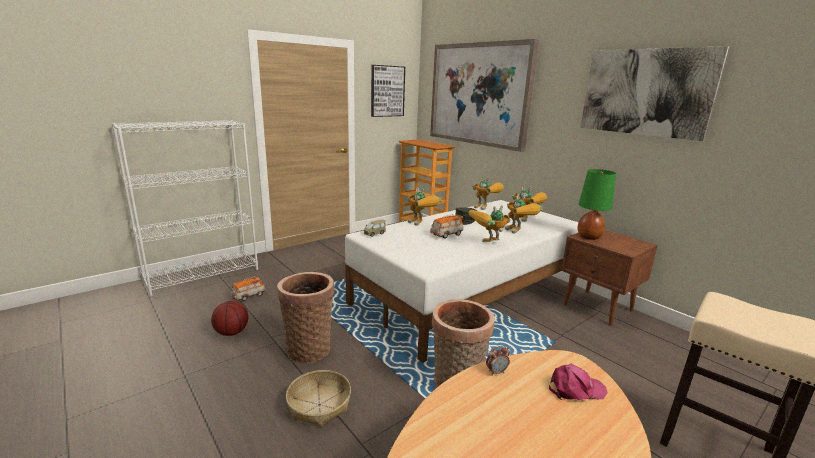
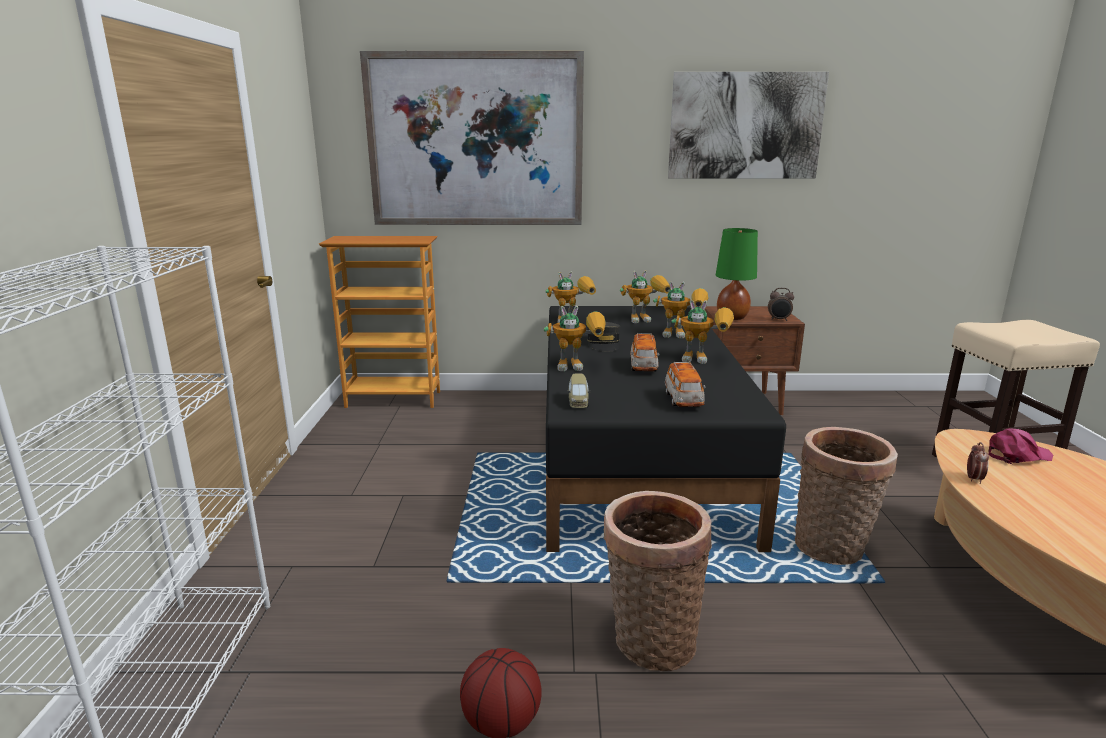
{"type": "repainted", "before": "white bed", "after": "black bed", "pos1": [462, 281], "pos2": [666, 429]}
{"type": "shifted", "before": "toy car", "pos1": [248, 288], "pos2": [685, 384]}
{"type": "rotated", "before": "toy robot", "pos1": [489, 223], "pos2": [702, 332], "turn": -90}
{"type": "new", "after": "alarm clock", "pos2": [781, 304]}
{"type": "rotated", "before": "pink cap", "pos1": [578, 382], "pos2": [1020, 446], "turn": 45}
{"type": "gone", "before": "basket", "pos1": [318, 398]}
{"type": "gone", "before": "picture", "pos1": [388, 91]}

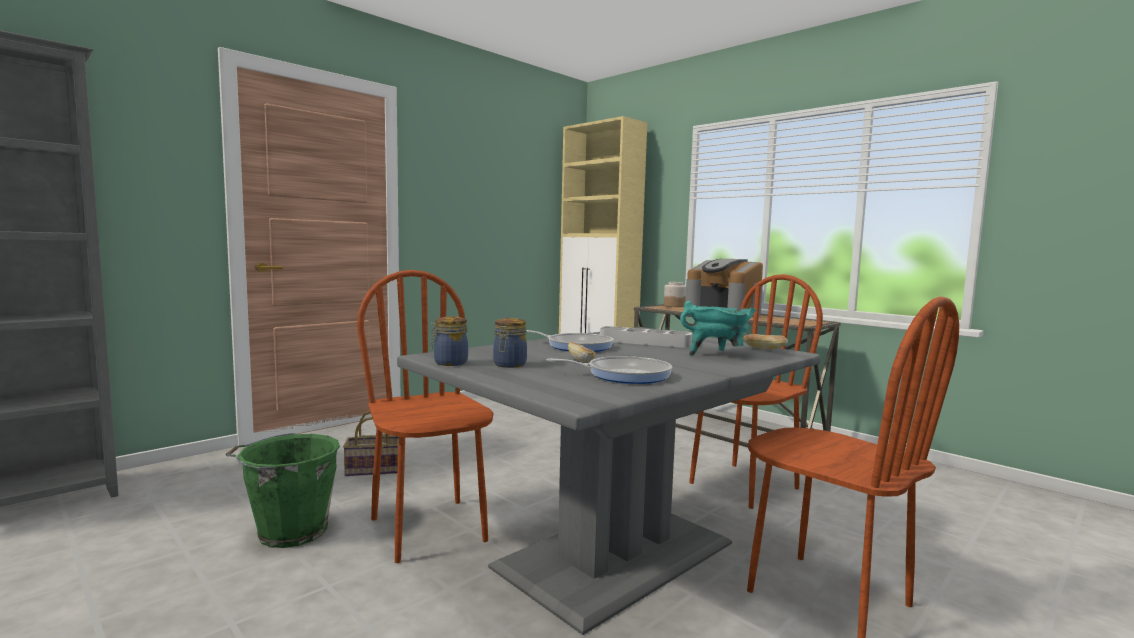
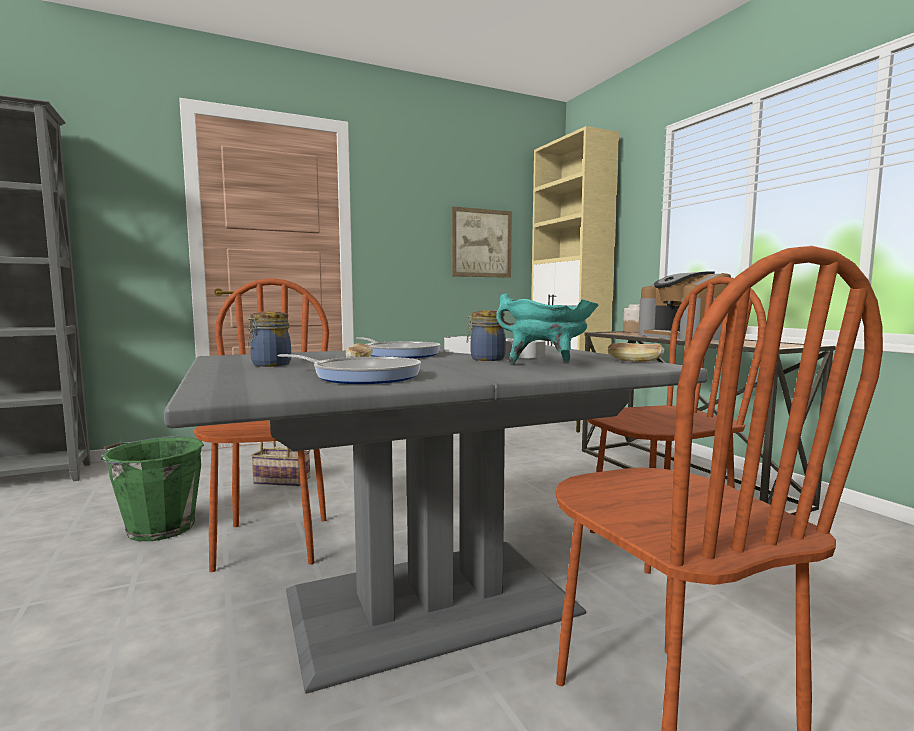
{"type": "new", "after": "picture", "pos2": [481, 242]}
{"type": "shifted", "before": "jar", "pos1": [449, 341], "pos2": [486, 335]}

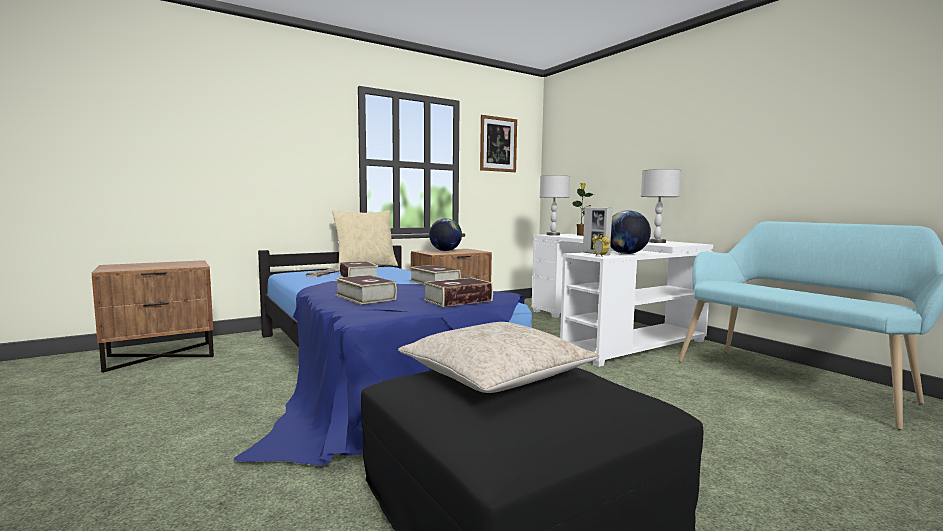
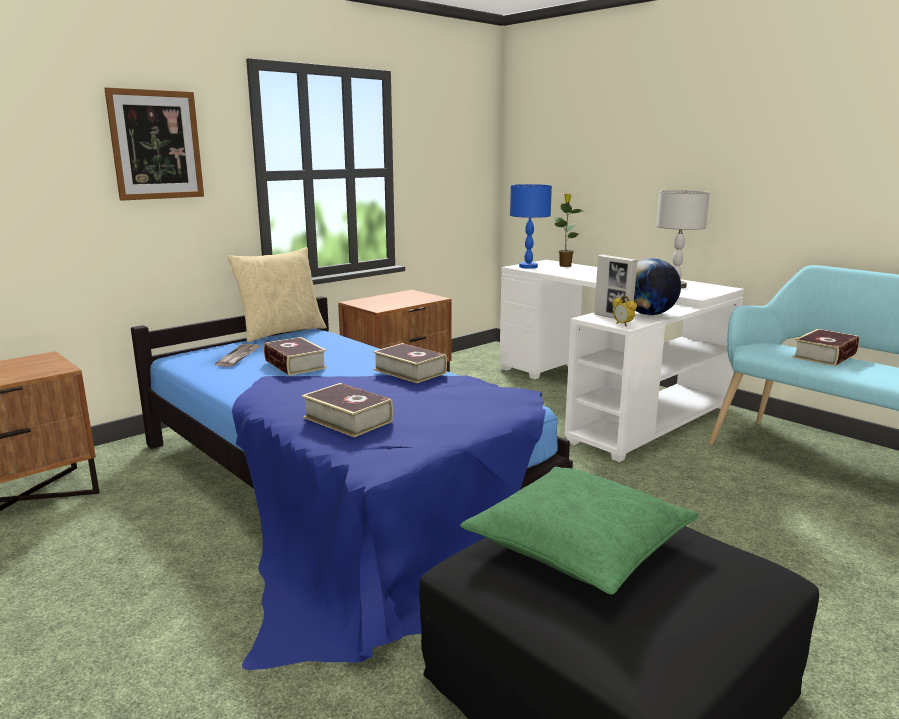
{"type": "shifted", "before": "picture", "pos1": [498, 143], "pos2": [154, 144]}
{"type": "repainted", "before": "beige pillow", "after": "green pillow", "pos1": [499, 357], "pos2": [579, 530]}
{"type": "repainted", "before": "grey table lamp", "after": "blue table lamp", "pos1": [555, 205], "pos2": [531, 226]}
{"type": "shifted", "before": "book", "pos1": [458, 292], "pos2": [825, 347]}
{"type": "gone", "before": "globe", "pos1": [445, 234]}

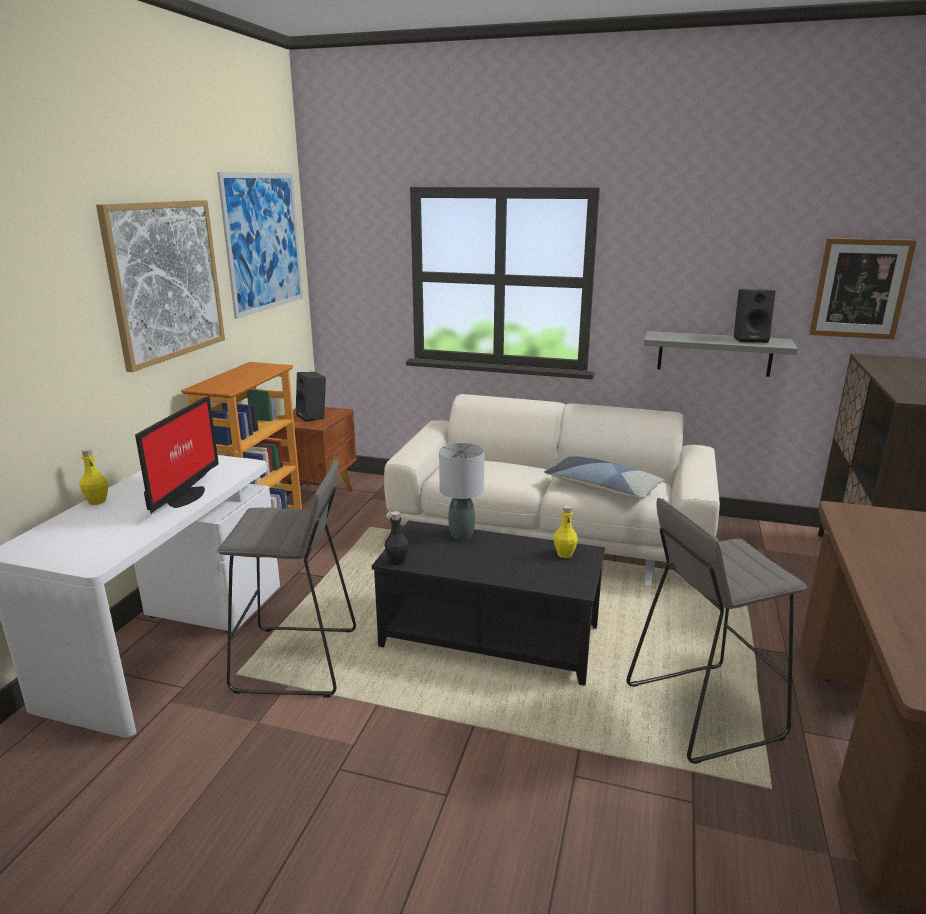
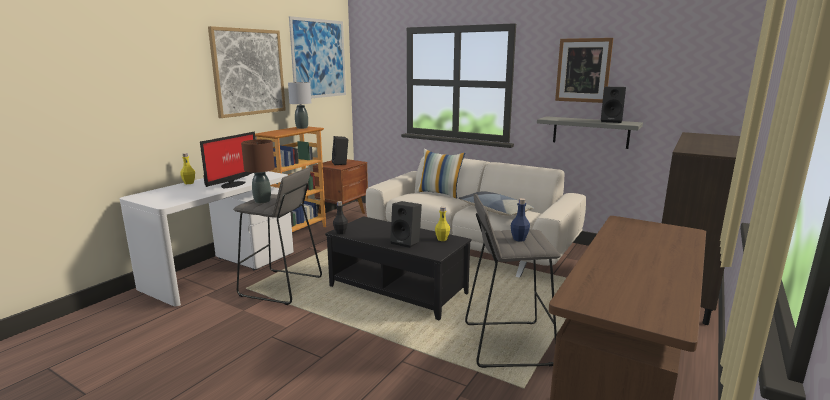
{"type": "new", "after": "brown table lamp", "pos2": [258, 171]}
{"type": "shifted", "before": "grey table lamp", "pos1": [461, 491], "pos2": [299, 105]}
{"type": "new", "after": "black speaker", "pos2": [406, 224]}
{"type": "new", "after": "pillow", "pos2": [440, 173]}
{"type": "new", "after": "blue bottle", "pos2": [520, 220]}
{"type": "shifted", "before": "picture", "pos1": [863, 289], "pos2": [584, 70]}

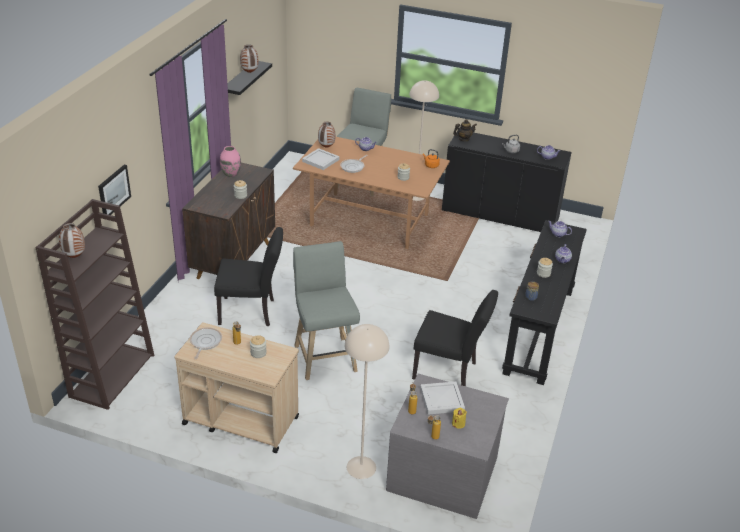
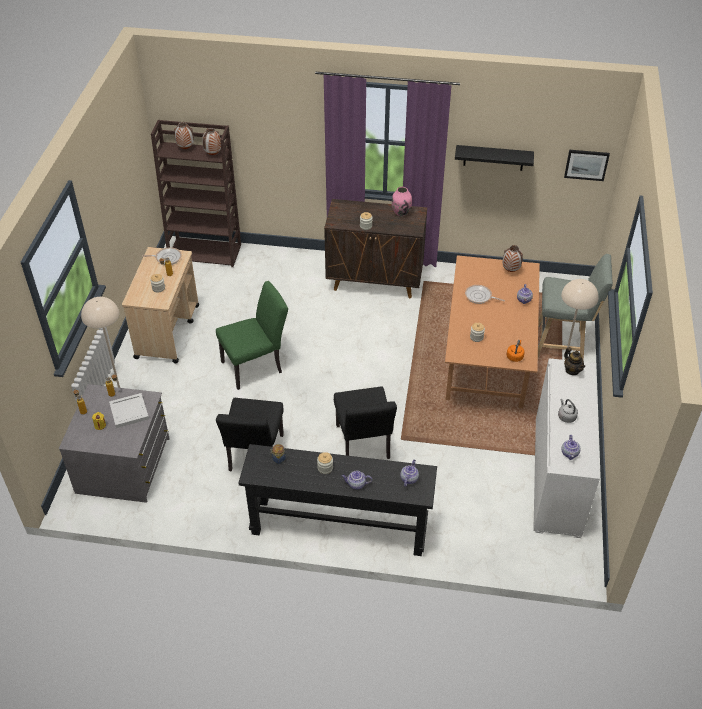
{"type": "shifted", "before": "vase", "pos1": [249, 58], "pos2": [211, 141]}
{"type": "swapped", "before": "grey stool", "after": "green chair", "pos1": [326, 310], "pos2": [252, 335]}
{"type": "shifted", "before": "black chair", "pos1": [248, 276], "pos2": [365, 422]}
{"type": "repainted", "before": "black cabinet", "after": "white cabinet", "pos1": [507, 182], "pos2": [566, 448]}
{"type": "shifted", "before": "picture", "pos1": [114, 190], "pos2": [587, 165]}
{"type": "gone", "before": "white tray", "pos1": [321, 159]}

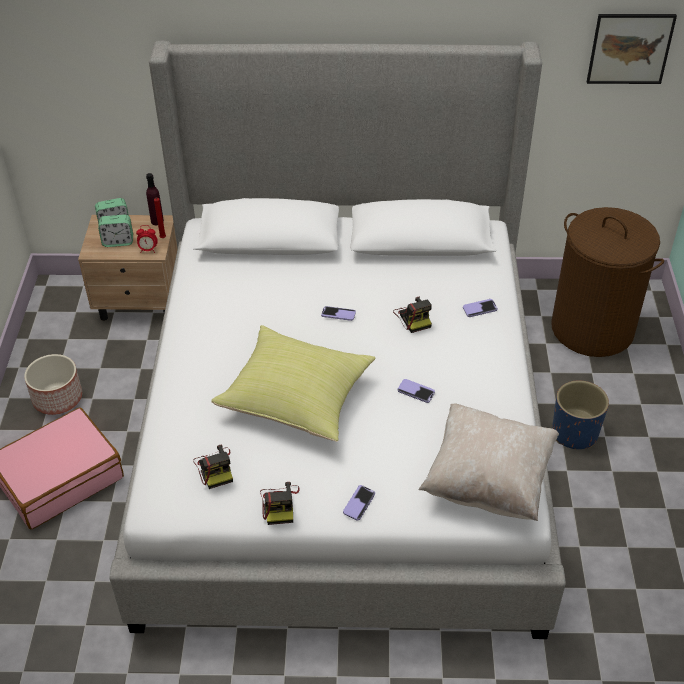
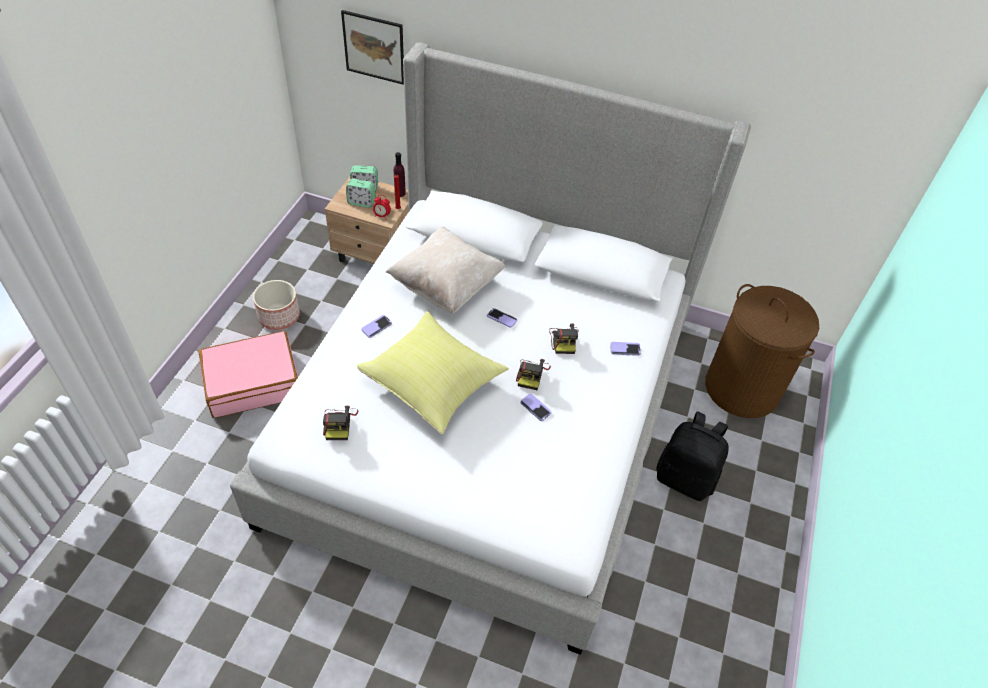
{"type": "shifted", "before": "picture", "pos1": [632, 49], "pos2": [372, 47]}
{"type": "shifted", "before": "phone", "pos1": [359, 502], "pos2": [377, 326]}
{"type": "shifted", "before": "beige pillow", "pos1": [489, 462], "pos2": [446, 270]}
{"type": "shifted", "before": "photo camera", "pos1": [280, 503], "pos2": [533, 374]}
{"type": "swapped", "before": "blue planter", "after": "black backpack", "pos1": [580, 414], "pos2": [692, 456]}

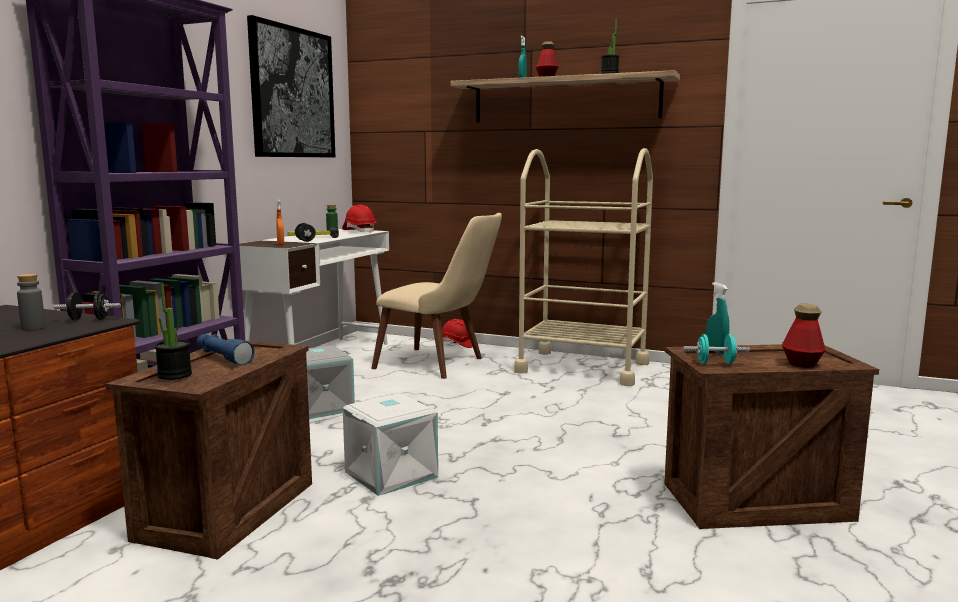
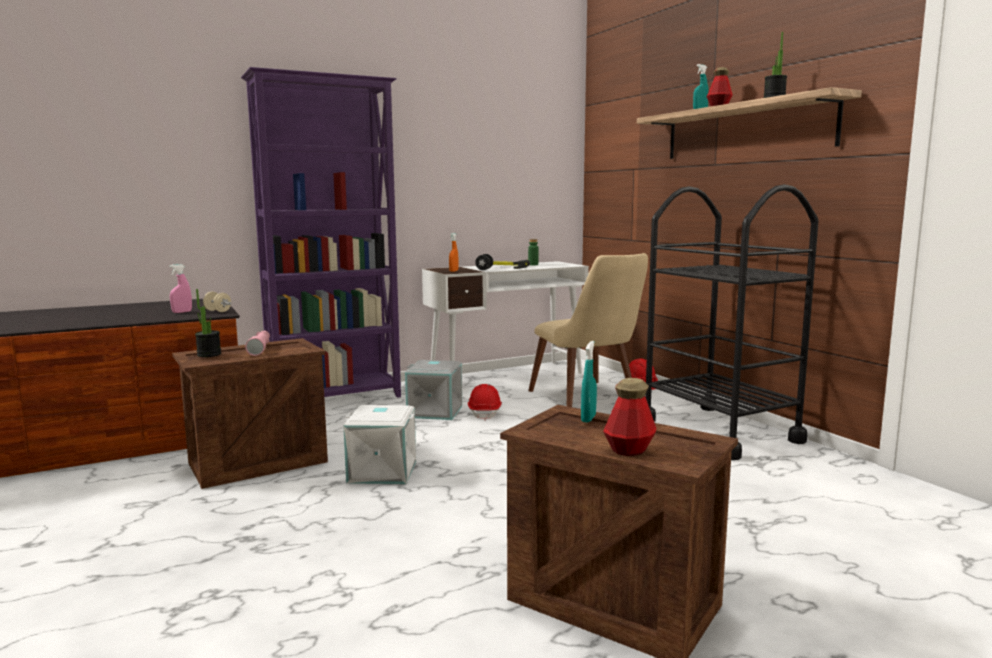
{"type": "swapped", "before": "grey bottle", "after": "pink spray bottle", "pos1": [31, 302], "pos2": [180, 288]}
{"type": "repainted", "before": "black dumbbell", "after": "beige dumbbell", "pos1": [87, 306], "pos2": [217, 302]}
{"type": "repainted", "before": "blue flashlight", "after": "pink flashlight", "pos1": [225, 349], "pos2": [257, 343]}
{"type": "shifted", "before": "red hard hat", "pos1": [359, 219], "pos2": [485, 402]}
{"type": "repainted", "before": "beige cart", "after": "black cart", "pos1": [583, 267], "pos2": [732, 322]}
{"type": "gone", "before": "picture", "pos1": [291, 86]}
{"type": "gone", "before": "turquoise dumbbell", "pos1": [716, 349]}

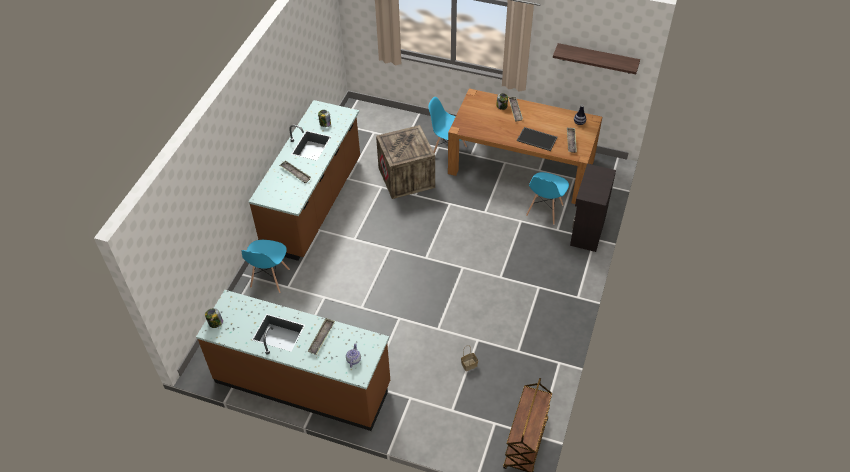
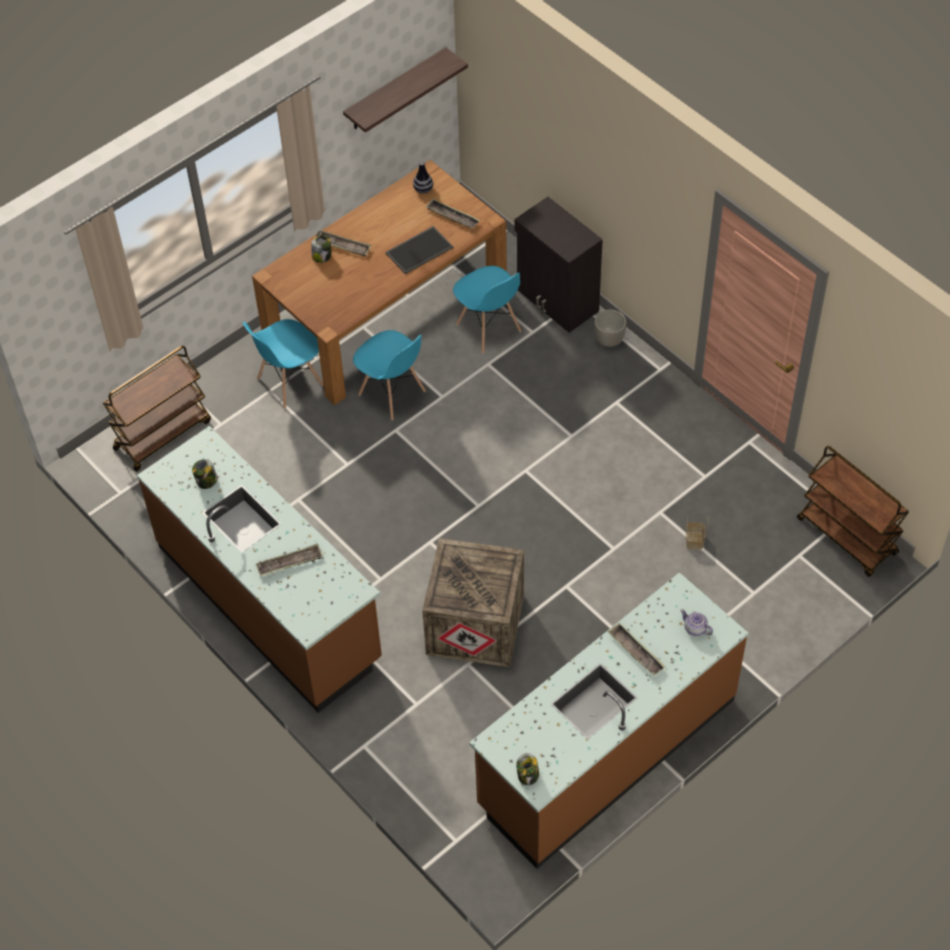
{"type": "new", "after": "brown cart", "pos2": [157, 409]}
{"type": "shifted", "before": "blue chair", "pos1": [266, 266], "pos2": [389, 375]}
{"type": "shifted", "before": "crate", "pos1": [405, 162], "pos2": [473, 602]}
{"type": "new", "after": "planter", "pos2": [610, 328]}

